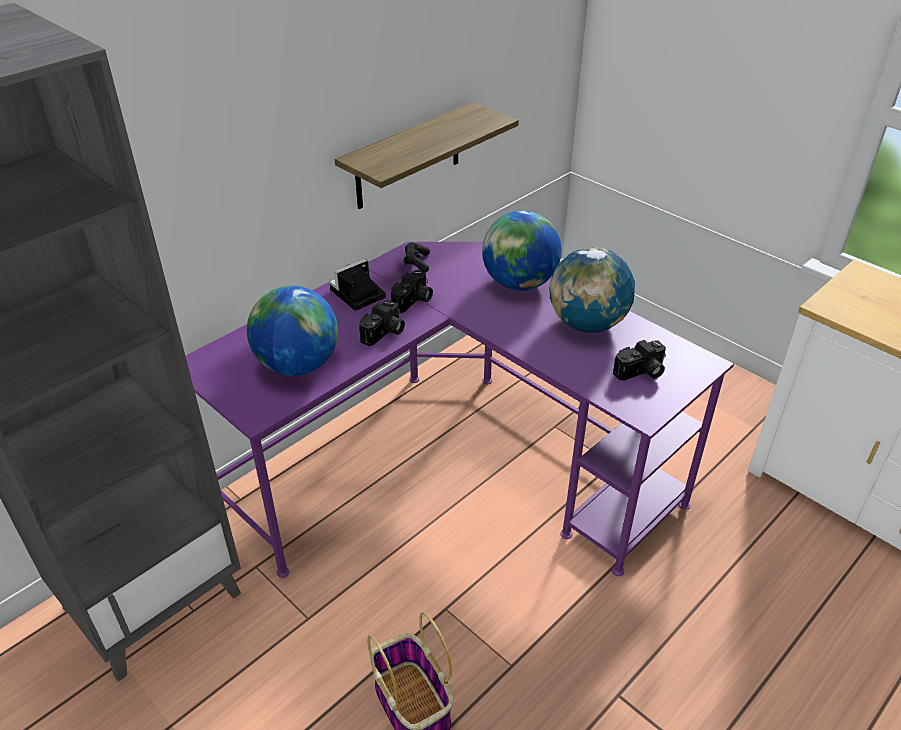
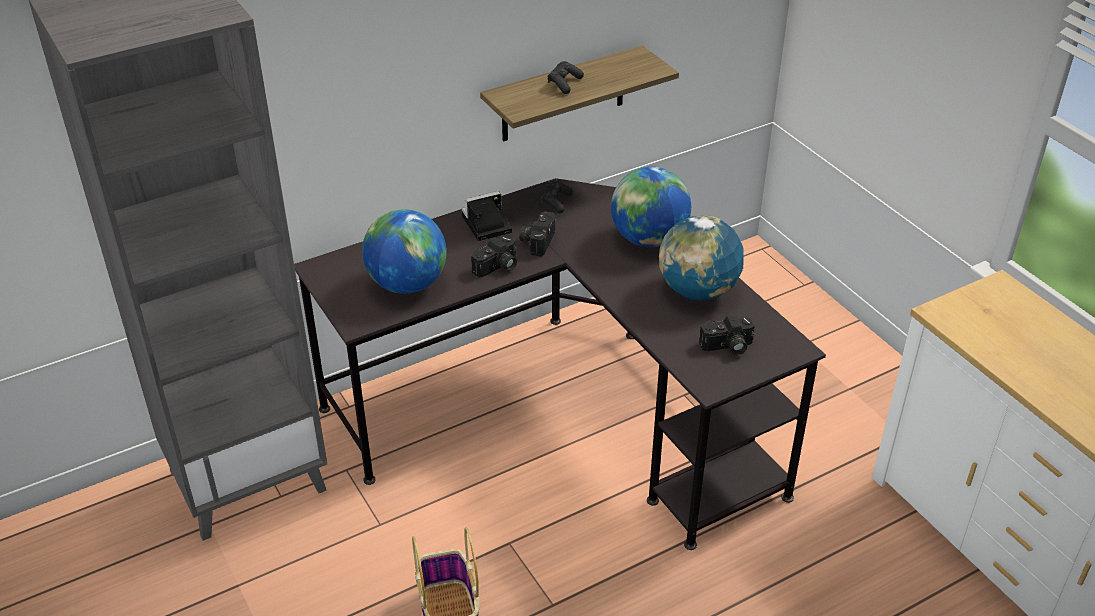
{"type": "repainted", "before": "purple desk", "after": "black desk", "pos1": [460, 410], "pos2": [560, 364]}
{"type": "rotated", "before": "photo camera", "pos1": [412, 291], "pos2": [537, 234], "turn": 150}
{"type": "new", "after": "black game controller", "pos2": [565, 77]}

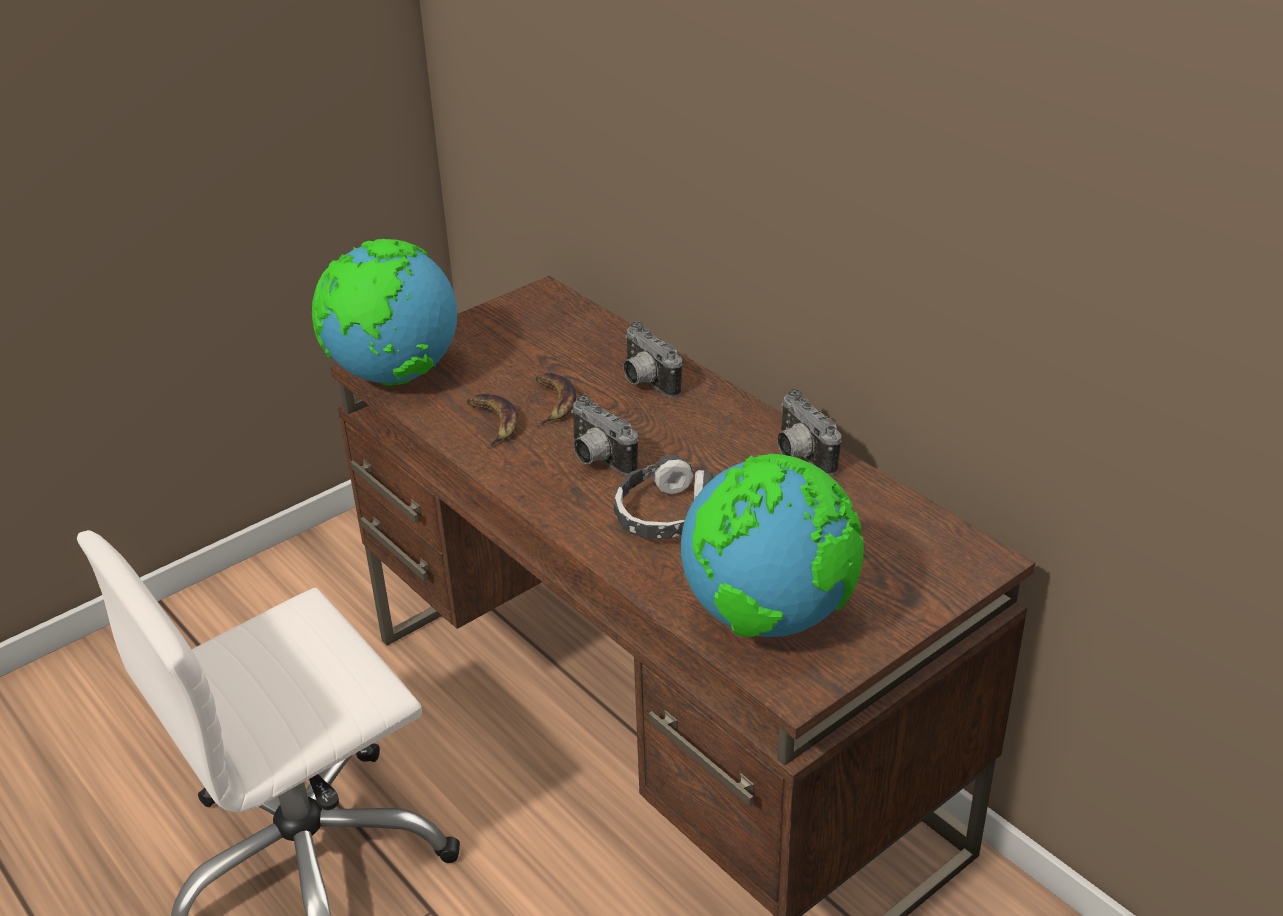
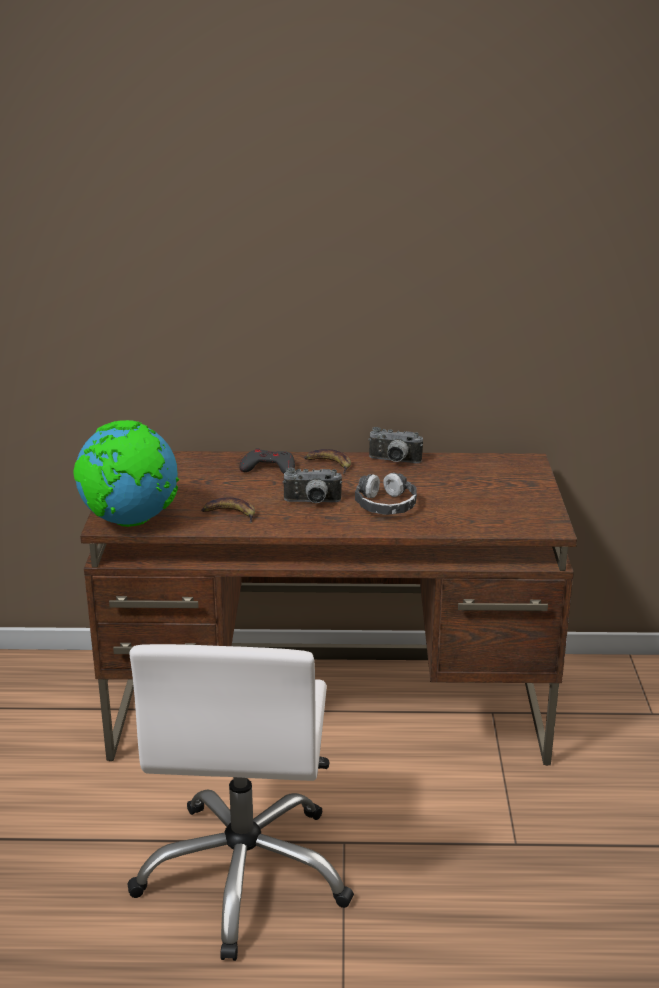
{"type": "swapped", "before": "photo camera", "after": "grey game controller", "pos1": [653, 359], "pos2": [267, 461]}
{"type": "shifted", "before": "banana", "pos1": [555, 399], "pos2": [327, 461]}
{"type": "gone", "before": "globe", "pos1": [772, 545]}

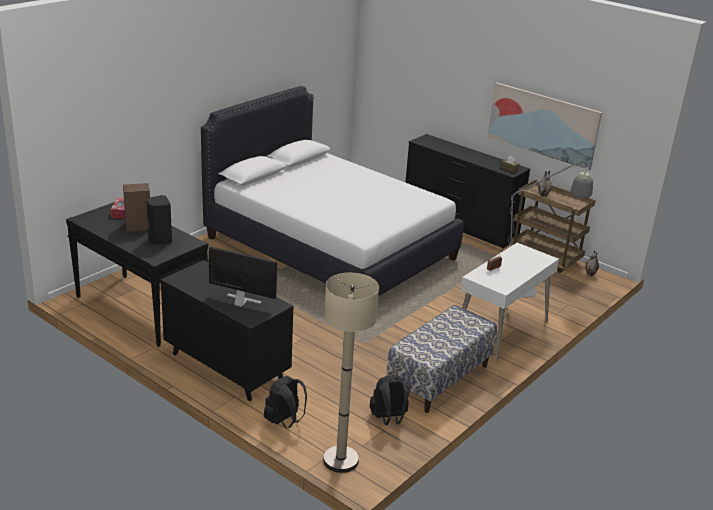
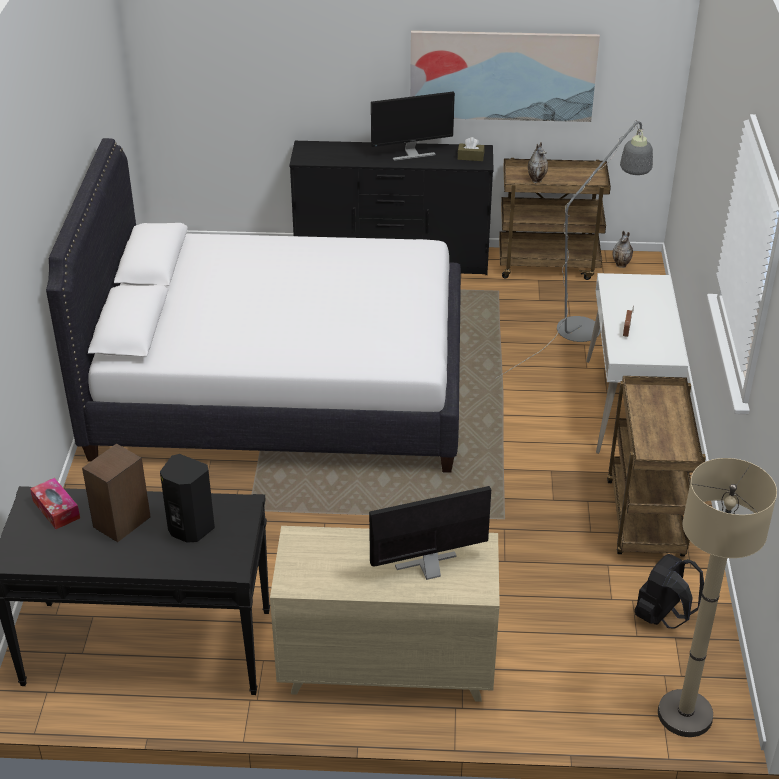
{"type": "repainted", "before": "black dresser", "after": "beige dresser", "pos1": [227, 330], "pos2": [385, 614]}
{"type": "new", "after": "monitor", "pos2": [413, 126]}
{"type": "swapped", "before": "bench", "after": "brown cart", "pos1": [441, 359], "pos2": [656, 466]}
{"type": "gone", "before": "black backpack", "pos1": [285, 402]}

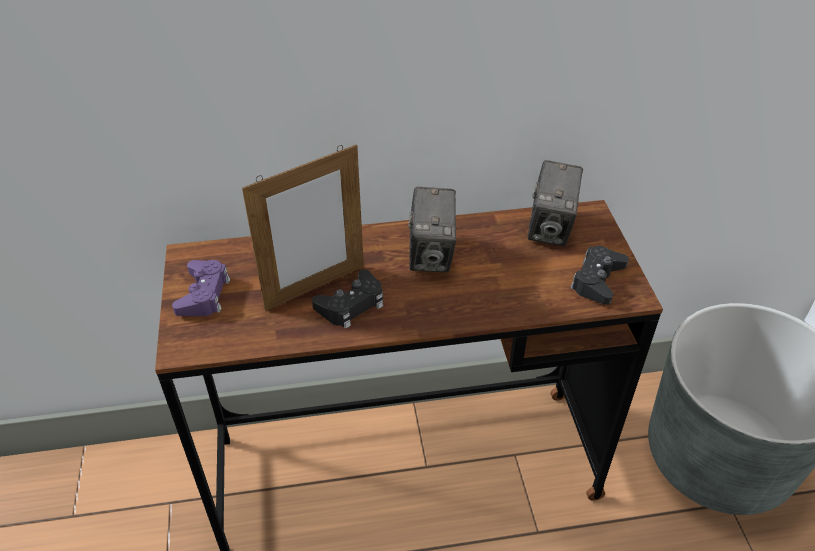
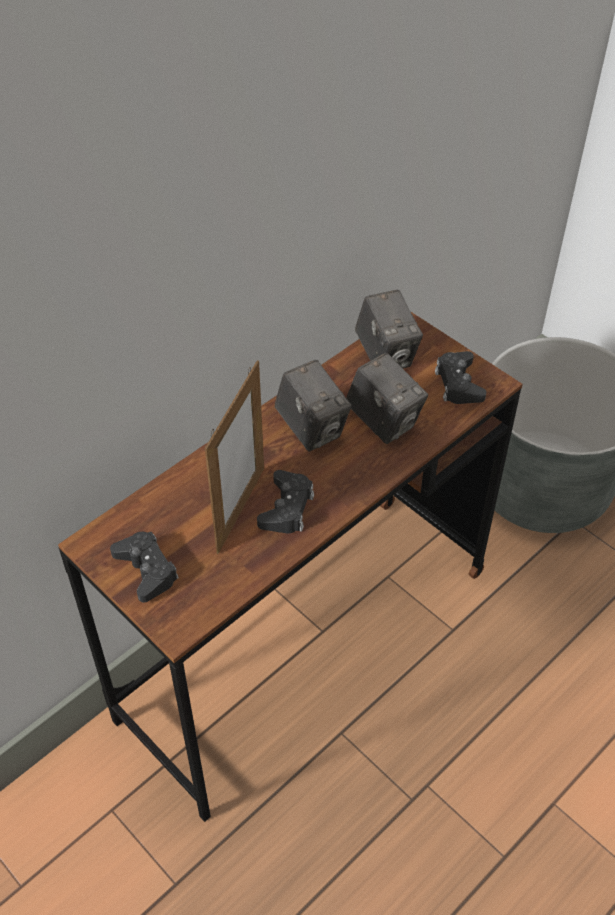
{"type": "repainted", "before": "purple game controller", "after": "black game controller", "pos1": [201, 288], "pos2": [144, 567]}
{"type": "new", "after": "photo camera", "pos2": [387, 398]}

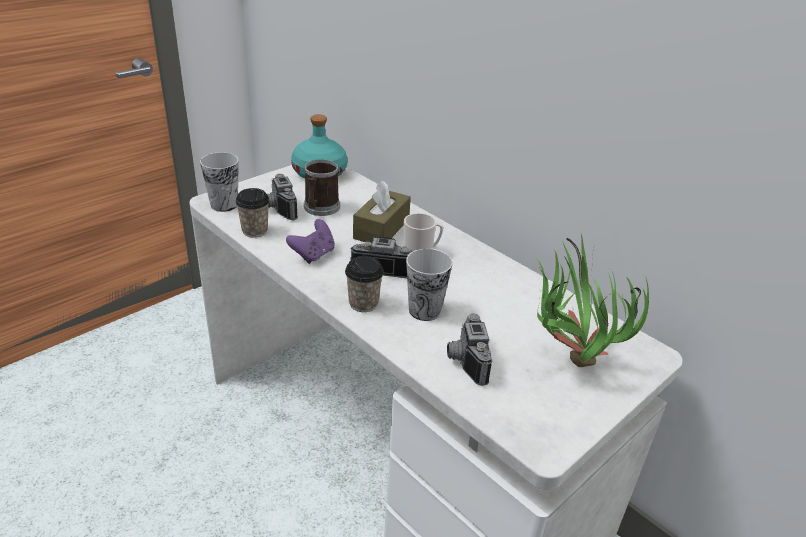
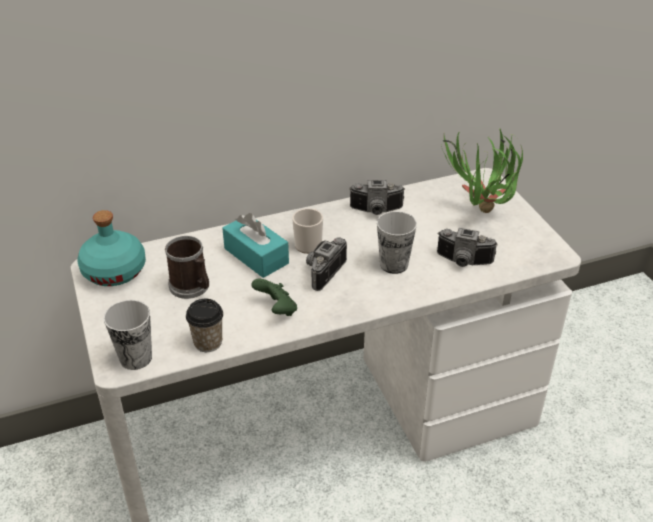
{"type": "repainted", "before": "brown tissue box", "after": "turquoise tissue box", "pos1": [382, 211], "pos2": [255, 245]}
{"type": "repainted", "before": "purple game controller", "after": "green game controller", "pos1": [310, 241], "pos2": [274, 297]}
{"type": "shifted", "before": "photo camera", "pos1": [282, 197], "pos2": [377, 197]}
{"type": "gone", "before": "cup", "pos1": [364, 284]}

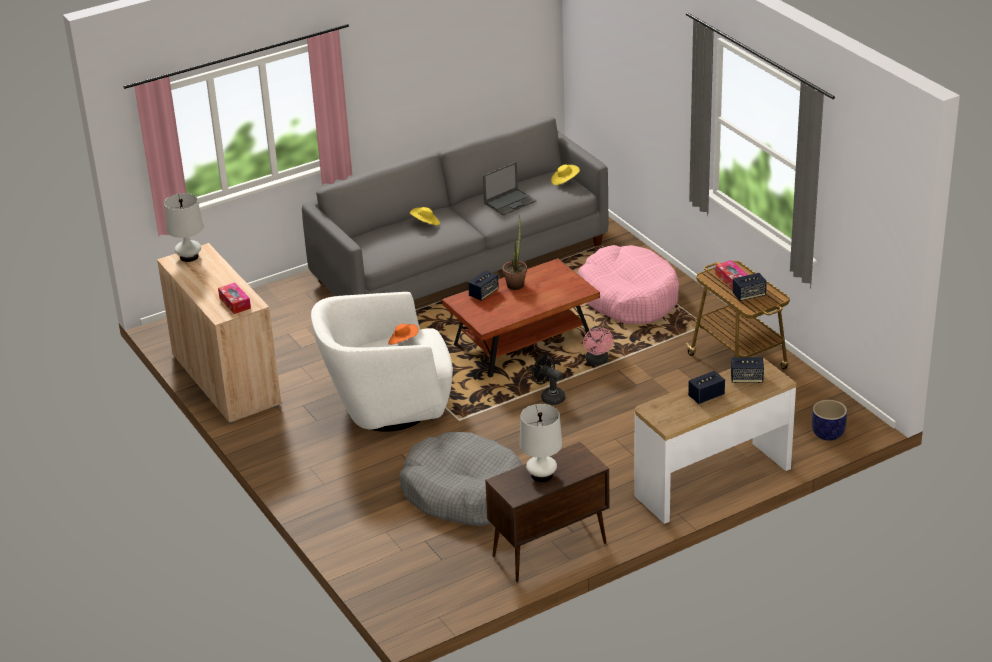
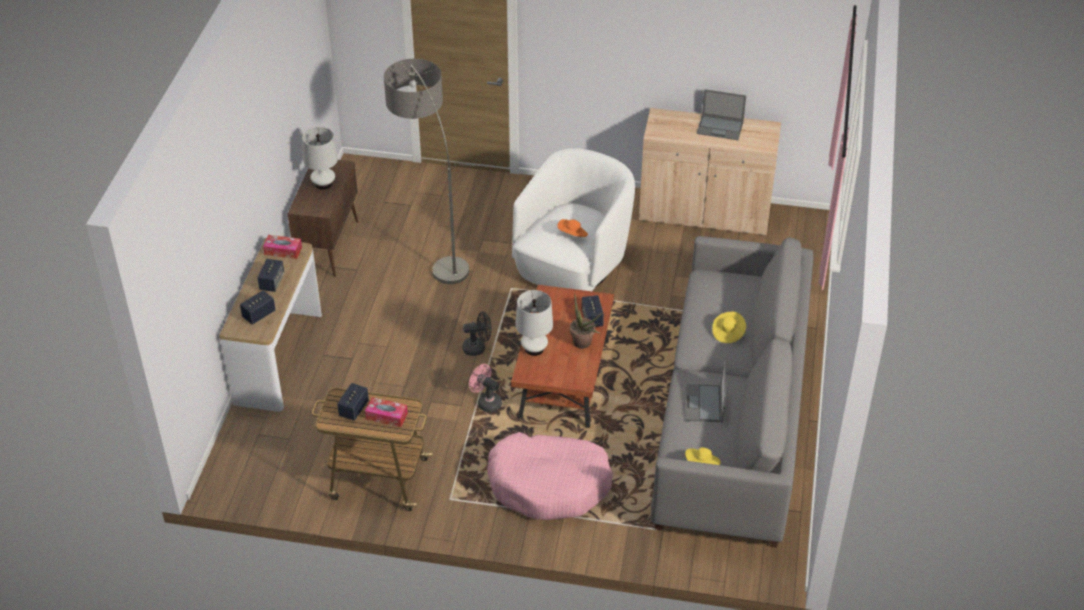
{"type": "shifted", "before": "tissue box", "pos1": [234, 298], "pos2": [282, 247]}
{"type": "swapped", "before": "grey dog bed", "after": "floor lamp", "pos1": [461, 479], "pos2": [426, 171]}
{"type": "shifted", "before": "white table lamp", "pos1": [183, 227], "pos2": [534, 323]}
{"type": "new", "after": "laptop", "pos2": [721, 114]}
{"type": "gone", "before": "planter", "pos1": [829, 420]}

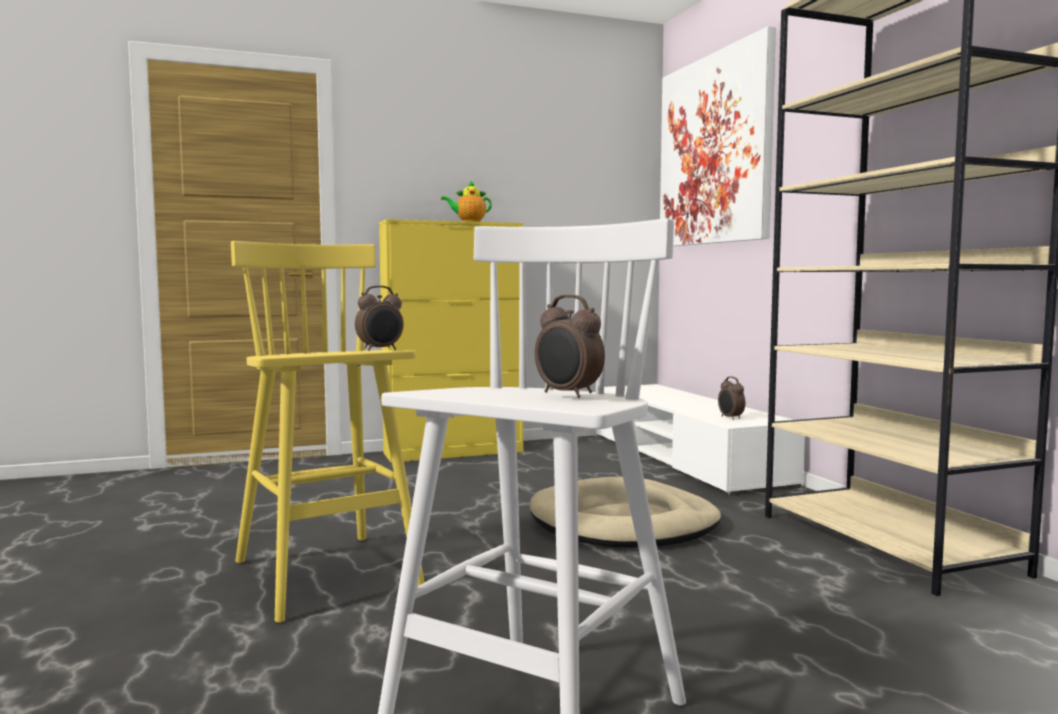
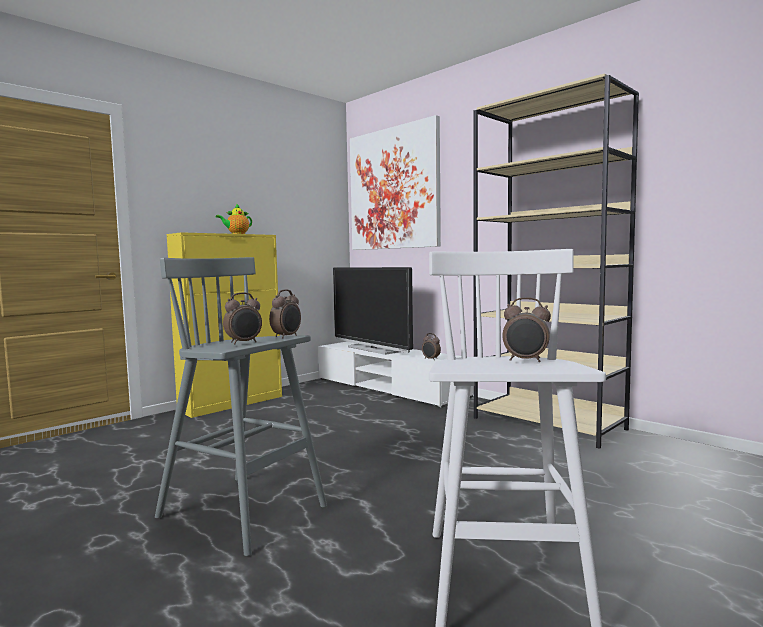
{"type": "repainted", "before": "yellow stool", "after": "grey stool", "pos1": [328, 432], "pos2": [241, 406]}
{"type": "new", "after": "alarm clock", "pos2": [242, 319]}
{"type": "new", "after": "television", "pos2": [373, 311]}
{"type": "gone", "before": "beige dog bed", "pos1": [625, 512]}

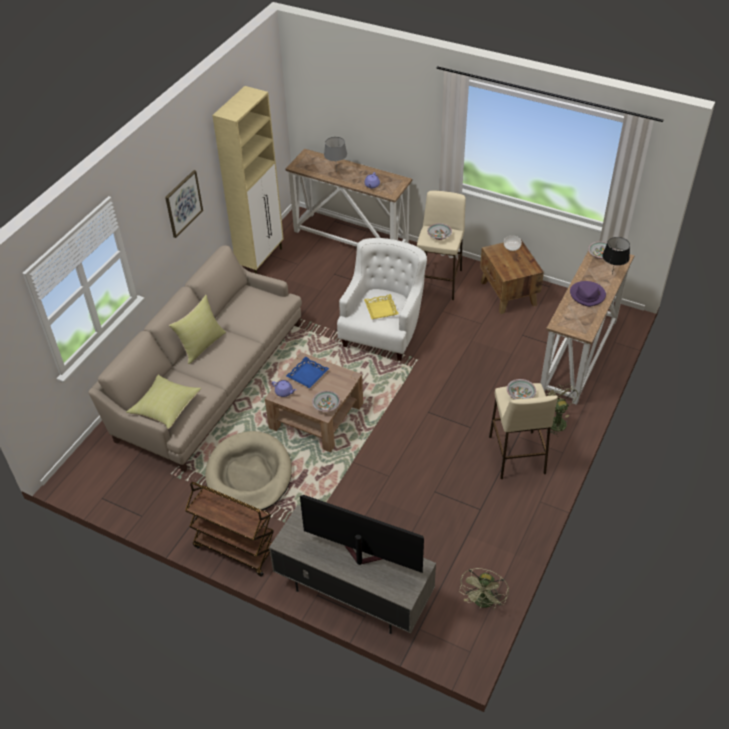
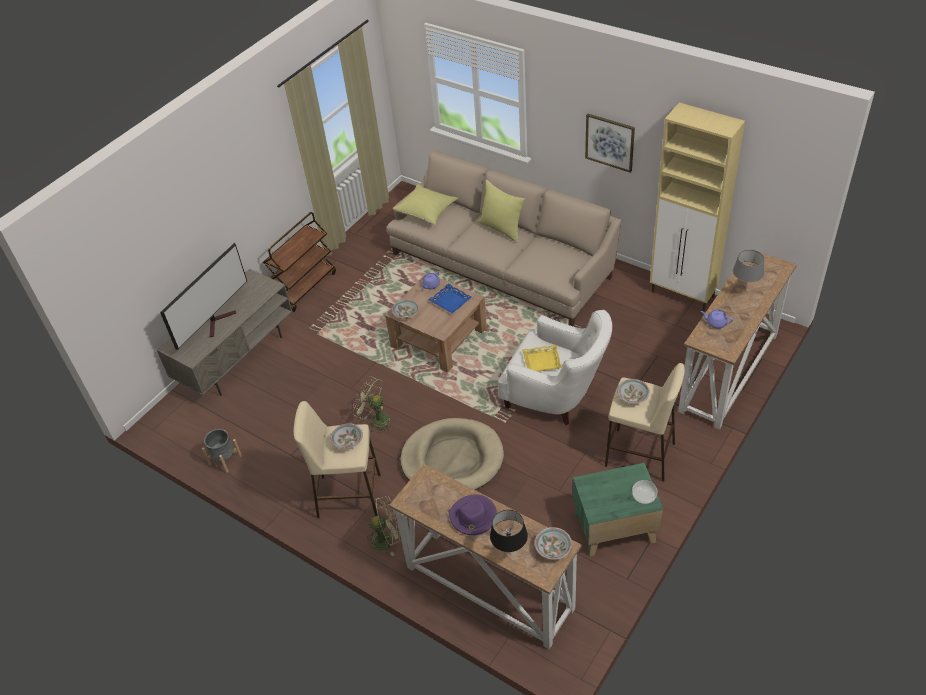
{"type": "new", "after": "grey planter", "pos2": [222, 451]}
{"type": "shifted", "before": "green fan", "pos1": [484, 588], "pos2": [372, 405]}
{"type": "shifted", "before": "beige dog bed", "pos1": [248, 470], "pos2": [452, 454]}
{"type": "repainted", "before": "brown side table", "after": "green side table", "pos1": [512, 277], "pos2": [618, 510]}

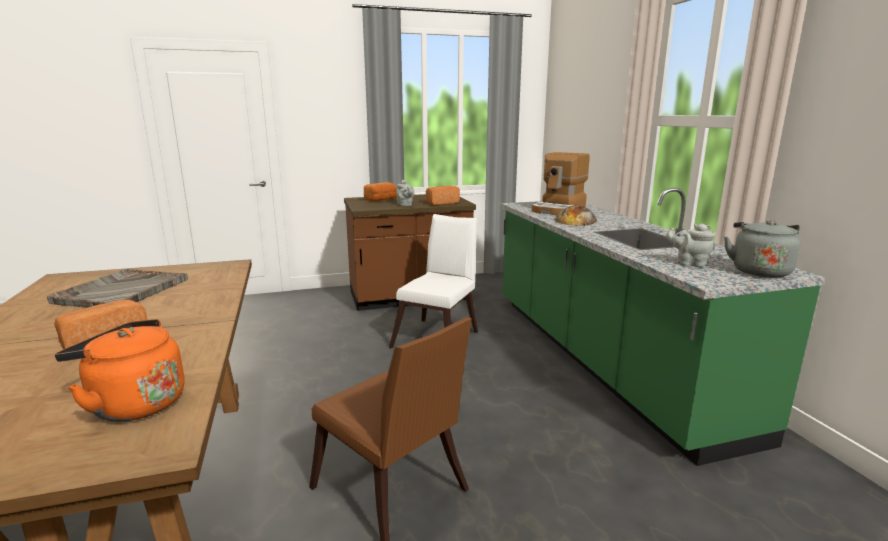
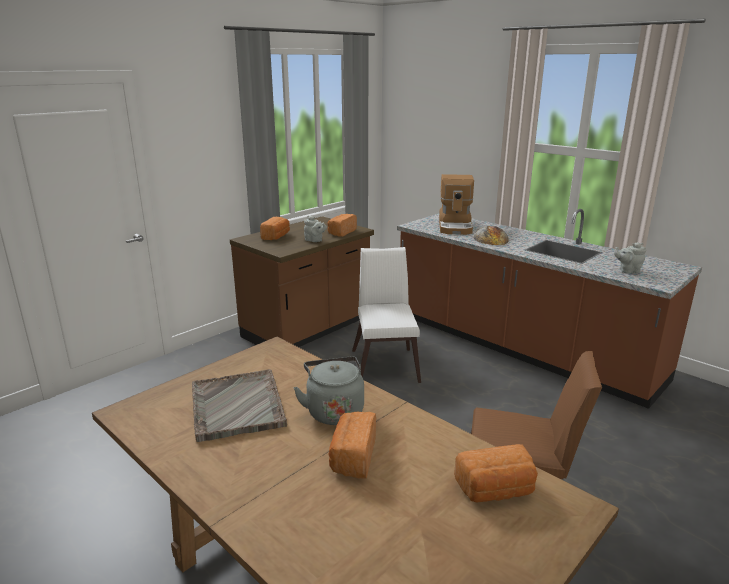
{"type": "shifted", "before": "grey kettle", "pos1": [762, 249], "pos2": [329, 391]}
{"type": "repainted", "before": "green counter", "after": "brown counter", "pos1": [663, 327], "pos2": [549, 309]}
{"type": "swapped", "before": "orange kettle", "after": "bread", "pos1": [120, 370], "pos2": [496, 473]}

